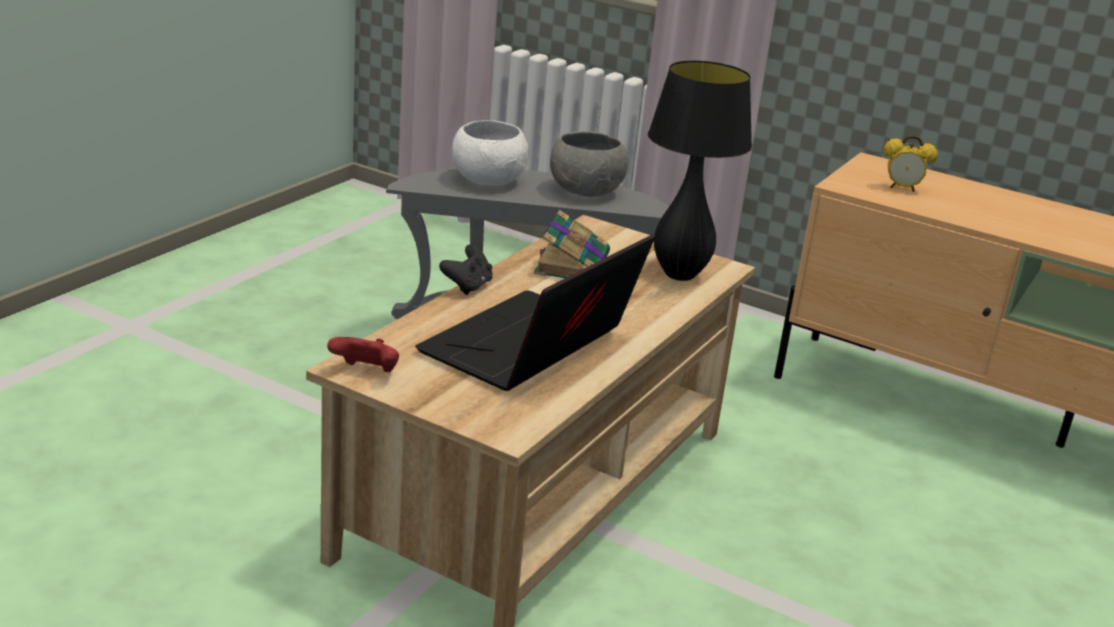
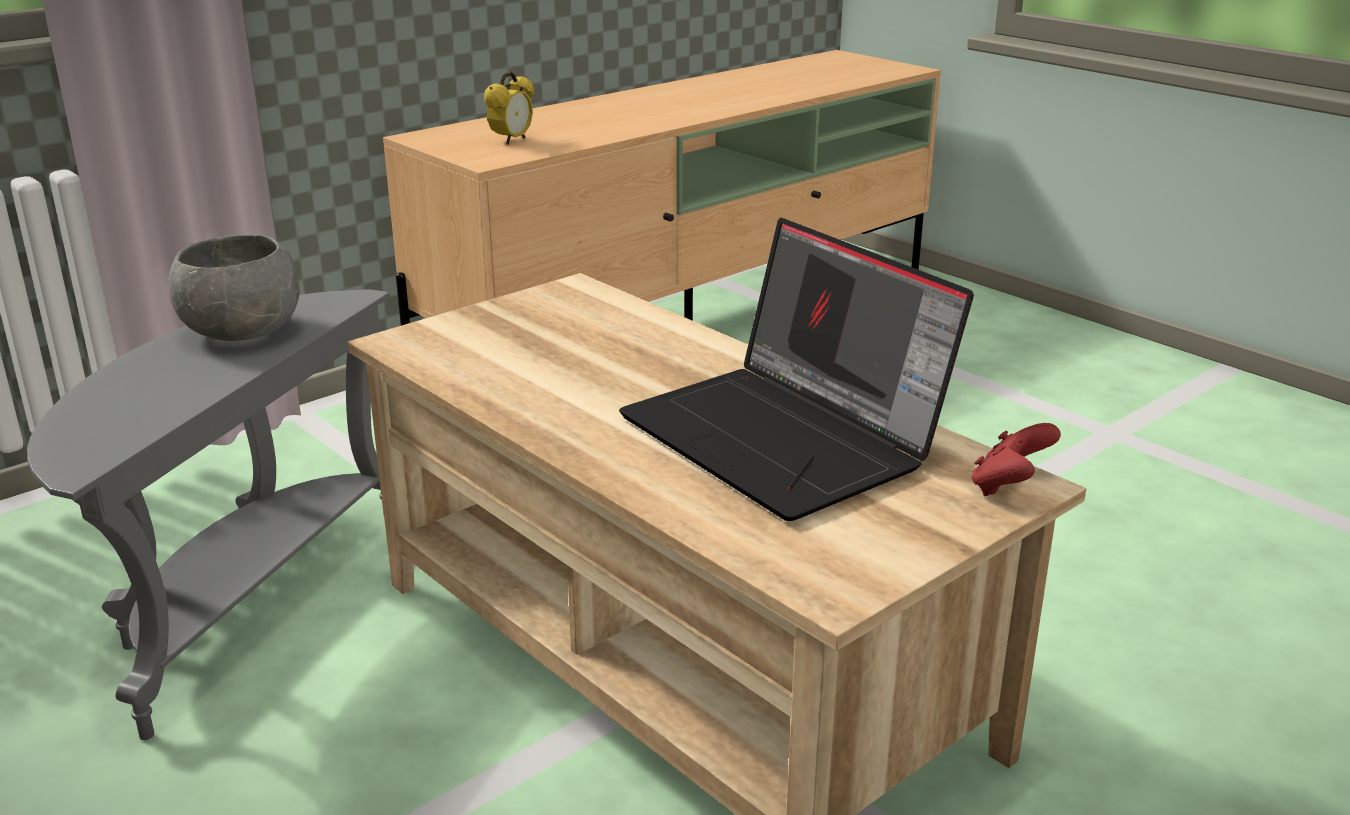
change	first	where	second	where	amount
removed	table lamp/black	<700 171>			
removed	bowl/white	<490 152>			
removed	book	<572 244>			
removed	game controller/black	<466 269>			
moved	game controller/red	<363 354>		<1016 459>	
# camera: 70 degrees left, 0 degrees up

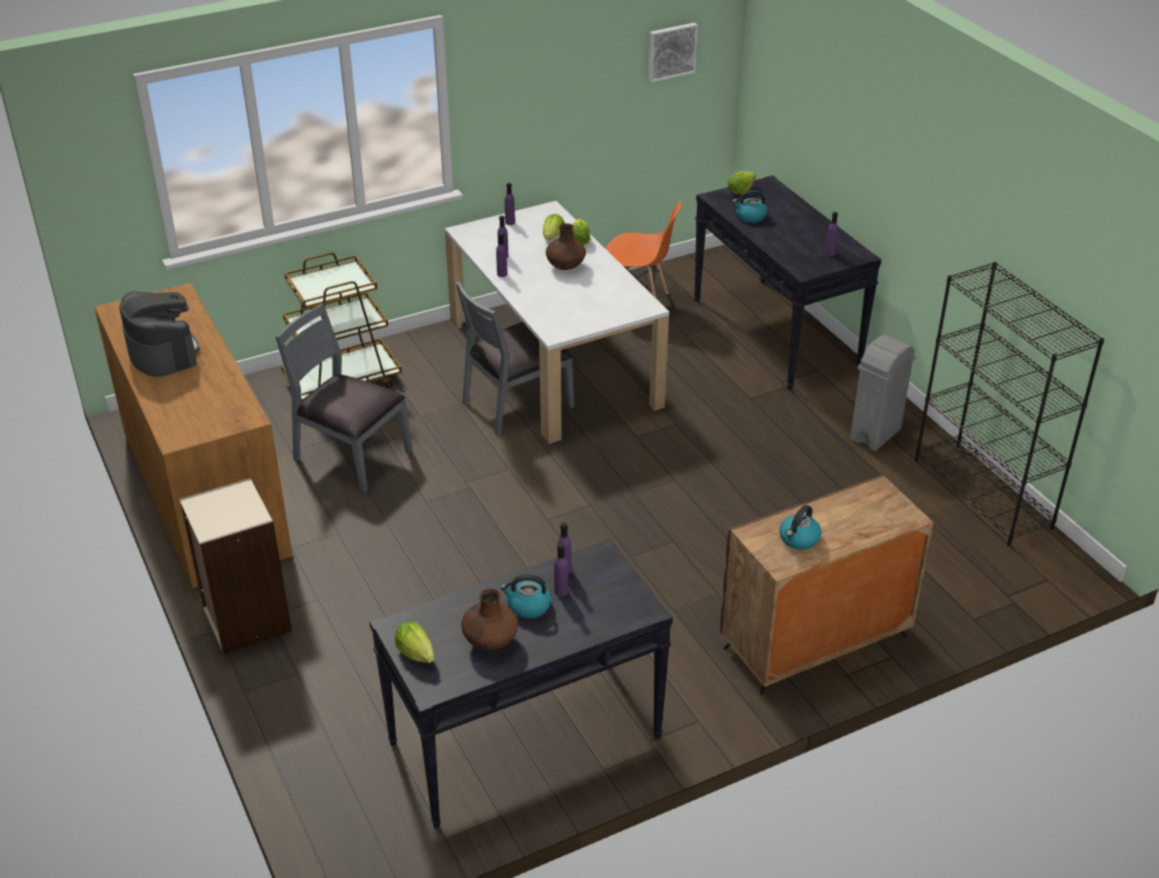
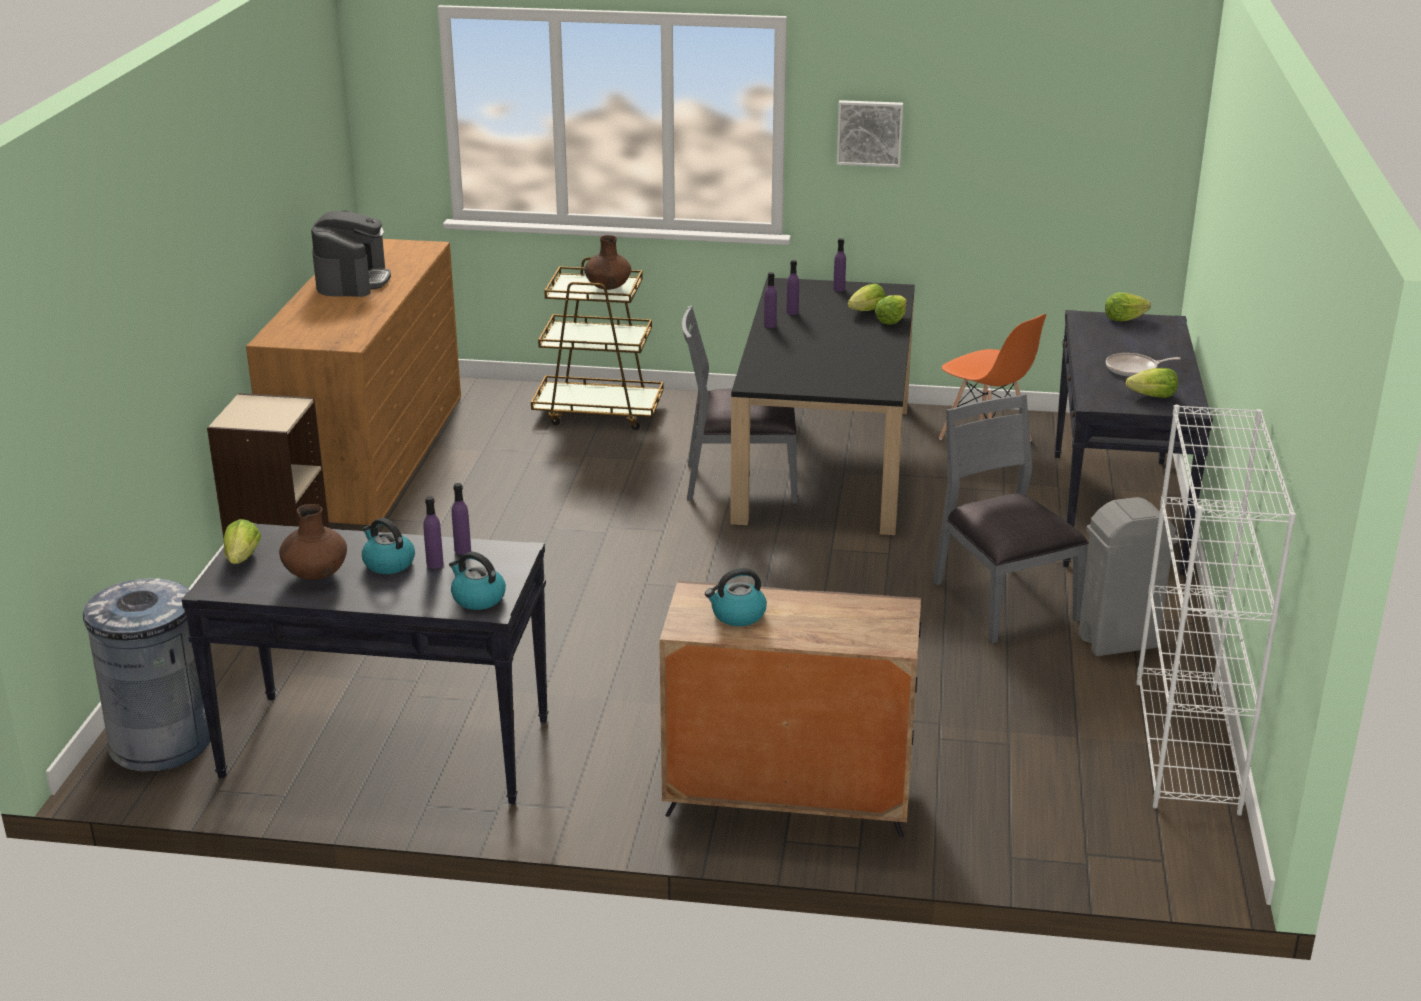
change	first	where	second	where	amount
moved	picture	<673 52>		<870 133>	
moved	kettle	<749 206>		<477 581>	
recoloured	dining table/white	<557 322>	dining table/black	<822 406>	
replaced	bottle/purple	<831 234>	lettuce	<1152 383>	
moved	vase/brown	<566 246>		<607 262>	
recoloured	bookcase/black	<1009 404>	bookcase/white	<1216 610>	
moved	chair/grey	<343 398>		<1011 519>	
added			frying pan	<1143 365>	
added			trash can/grey	<147 675>	
# camera: 35 degrees right, 10 degrees down

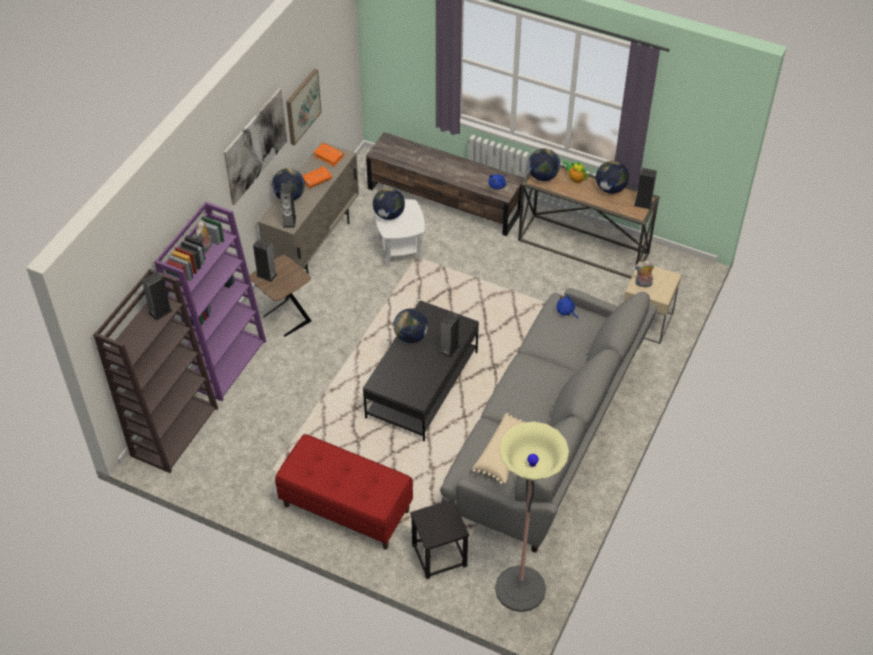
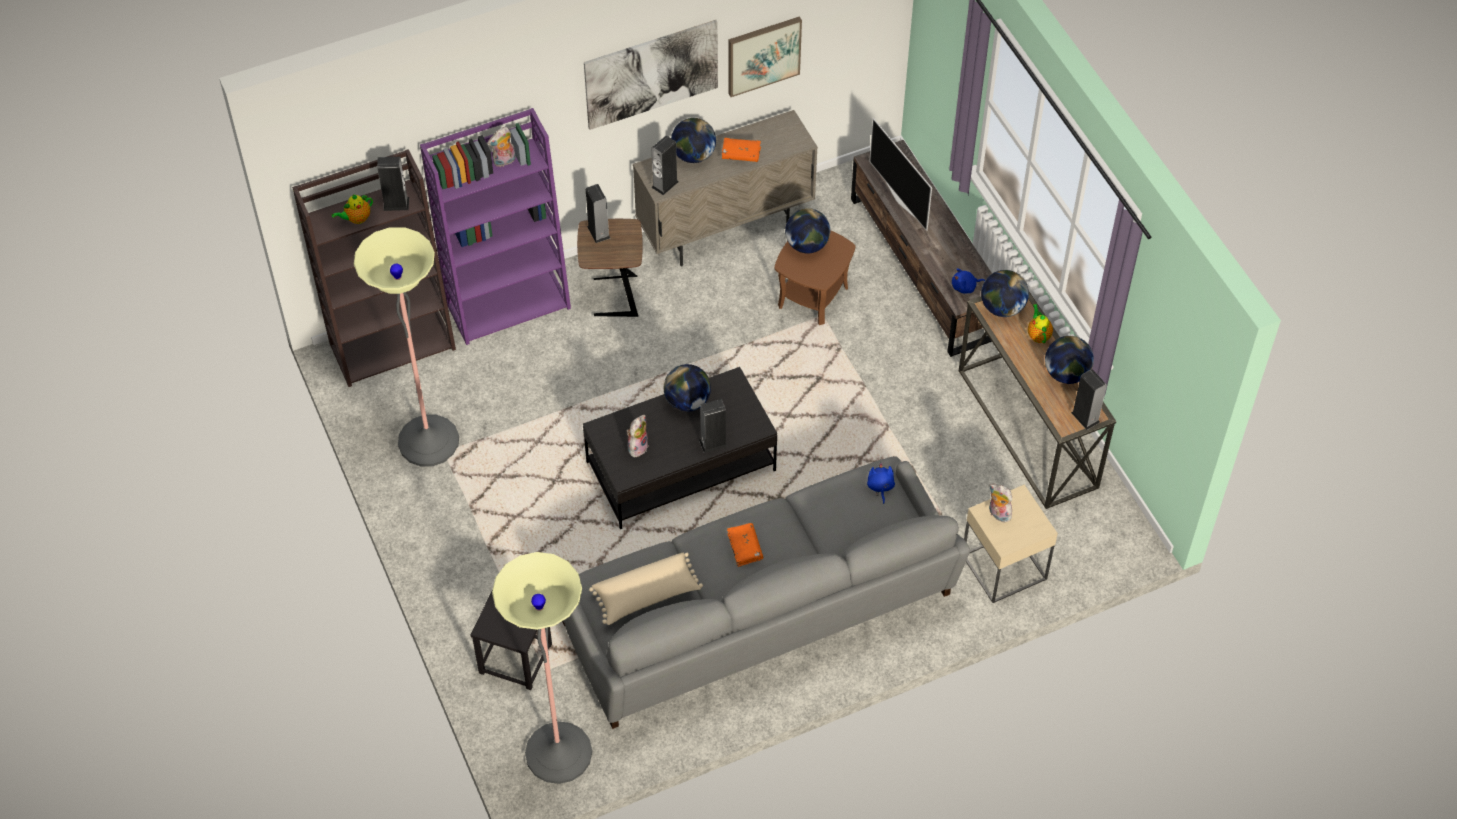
change	first	where	second	where	amount
moved	book/orange	<328 155>		<745 545>	
recoloured	side table/white	<400 233>	side table/brown	<814 277>	
removed	bench/red	<344 492>			
added			television	<900 174>	
added			teapot	<352 209>	
added			floor lamp	<406 346>	
added			plush toy	<637 436>	
# camera: 40 degrees right, 5 degrees up

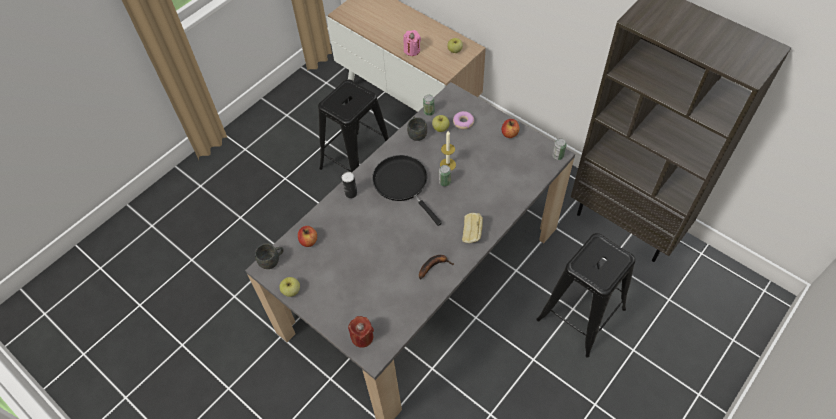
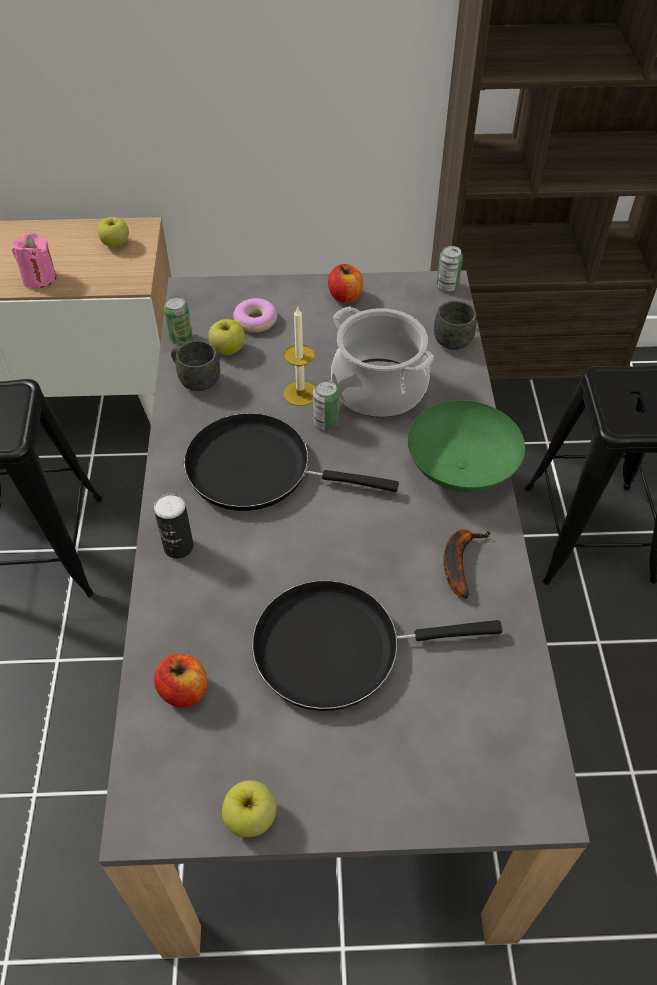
change	first	where	second	where	amount
replaced	bread	<472 228>	bowl/green	<466 446>	
moved	mug/grey	<269 256>		<455 325>	
removed	candle/red	<361 332>			
added			cooking pot	<382 361>	
added			frying pan/black	<377 645>	
# camera: 45 degrees left, 5 degrees down

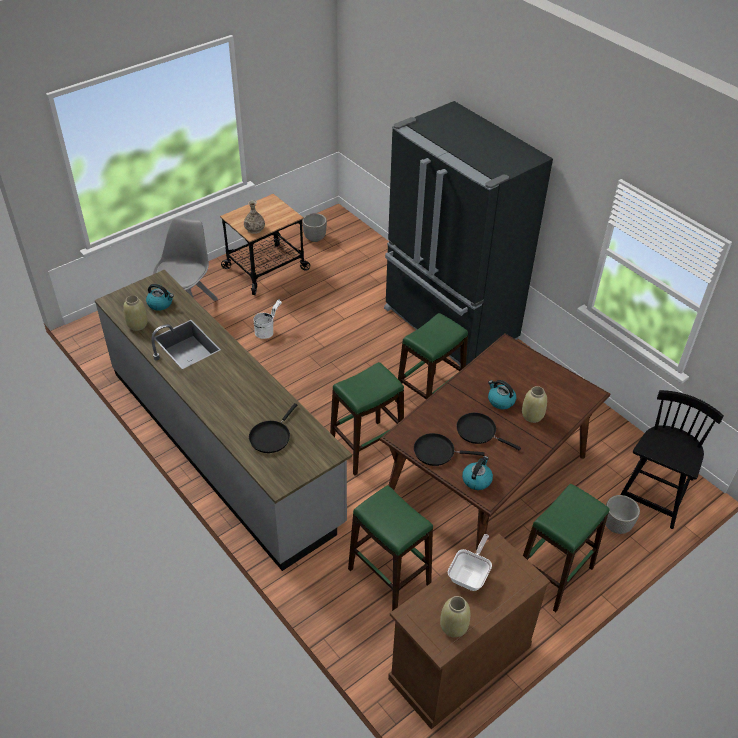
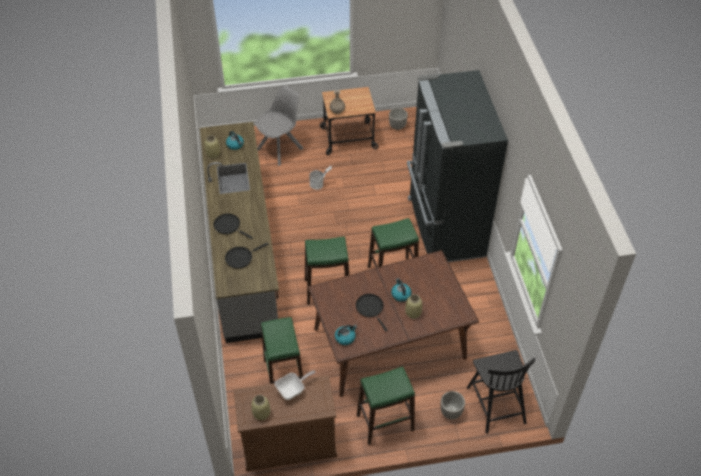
change	first	where	second	where	amount
turned	chair/black	<672 459>		<501 392>	105 degrees clockwise
moved	frying pan/black	<449 449>		<233 226>	
# camera: 30 degrees right, 5 degrees up

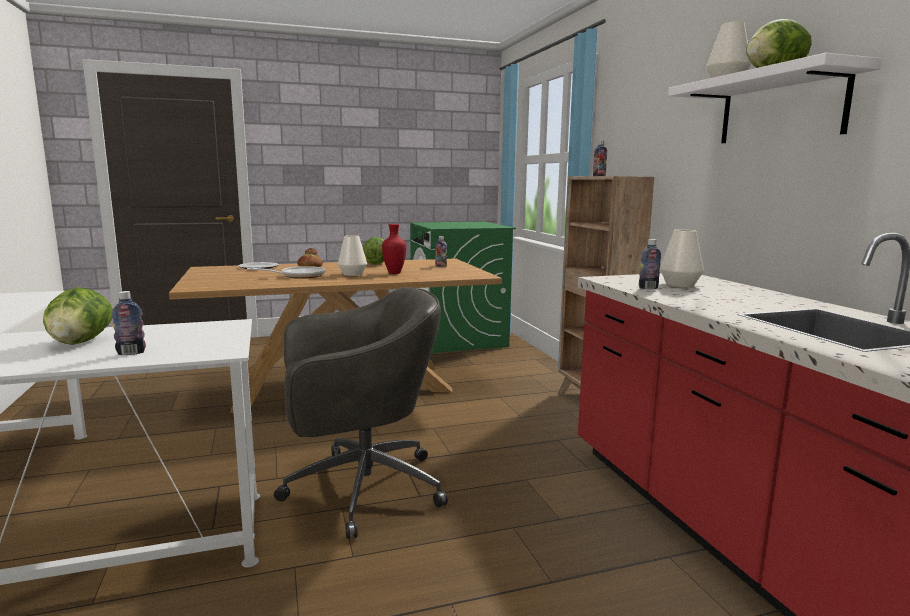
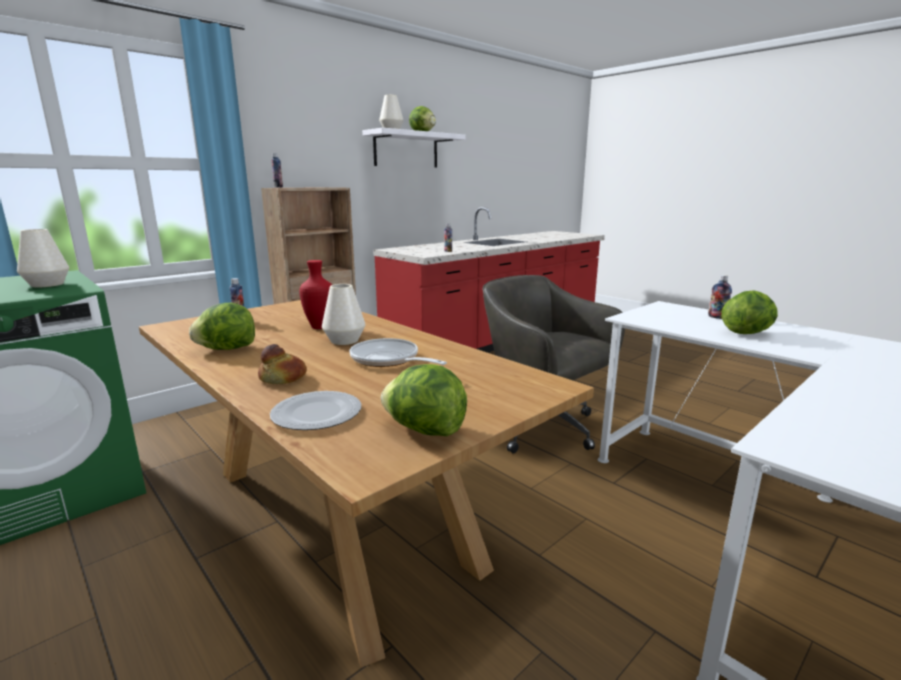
change	first	where	second	where	amount
moved	vase/white	<682 258>		<43 258>	
added			lettuce	<424 400>	
# camera: 115 degrees left, 5 degrees up

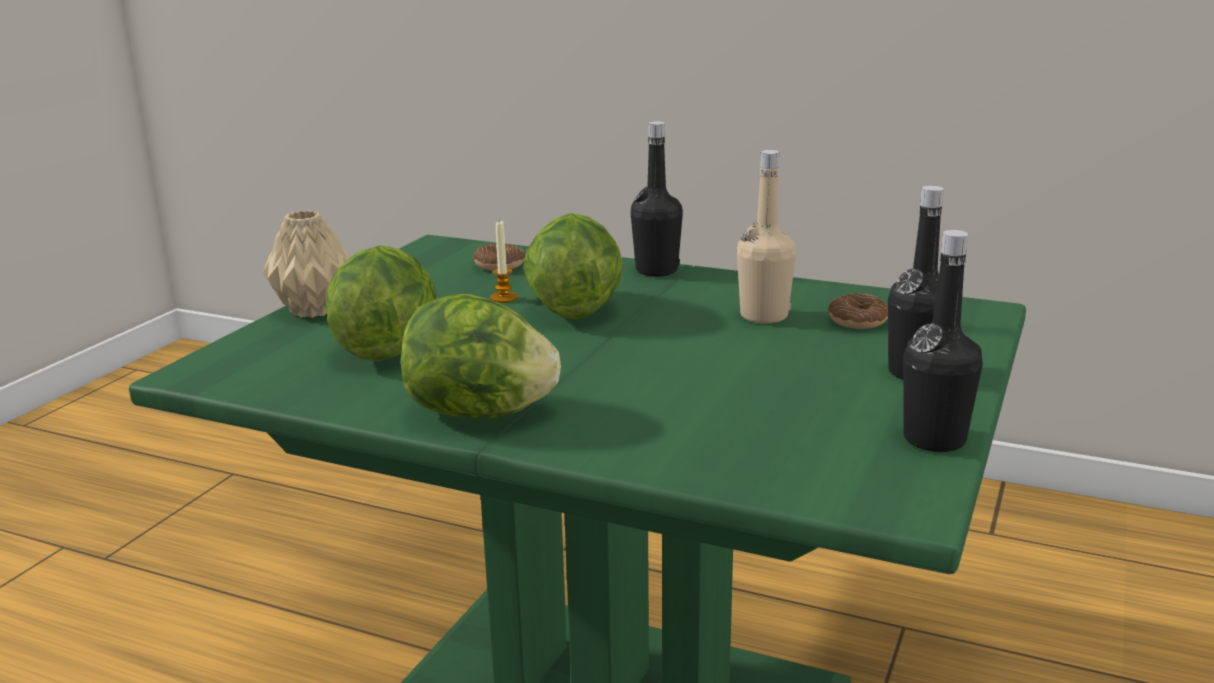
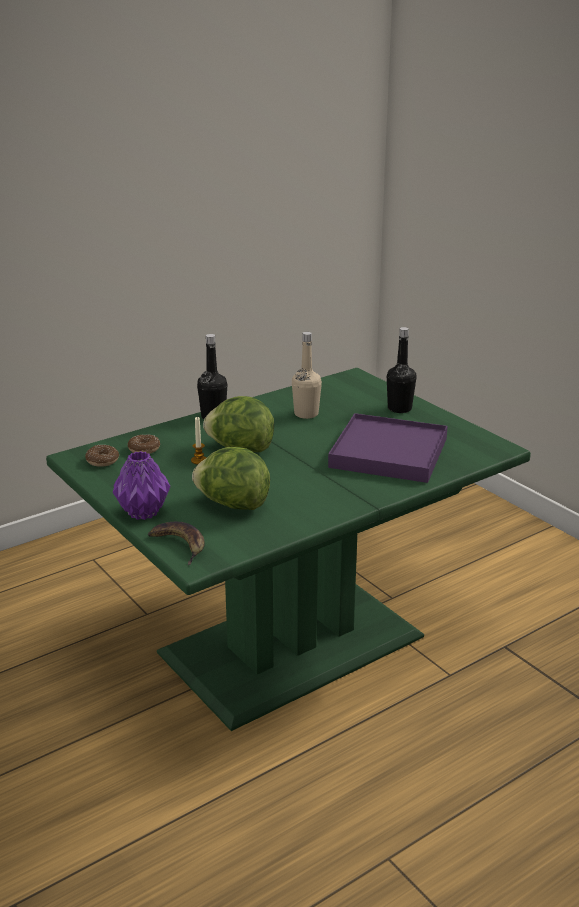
change	first	where	second	where	amount
recoloured	vase/beige	<307 264>	vase/purple	<141 485>	
removed	bottle/black	<943 341>			
moved	donut	<858 311>		<102 456>	
removed	lettuce	<481 356>			
added			tray/purple	<388 448>	
added			banana	<176 543>	
# camera: 60 degrees left, 5 degrees up

